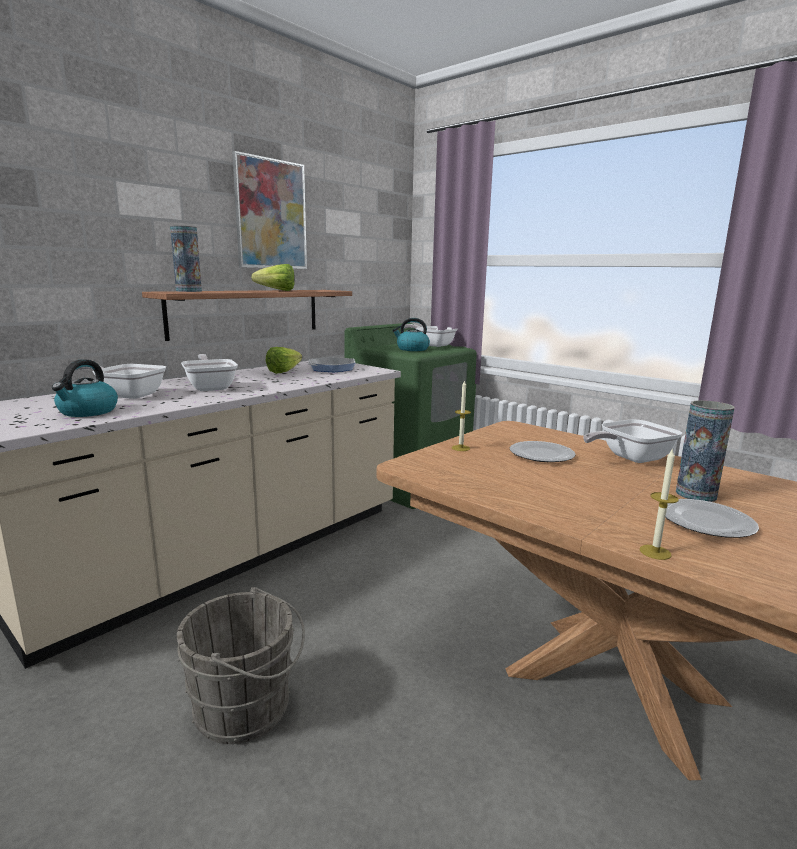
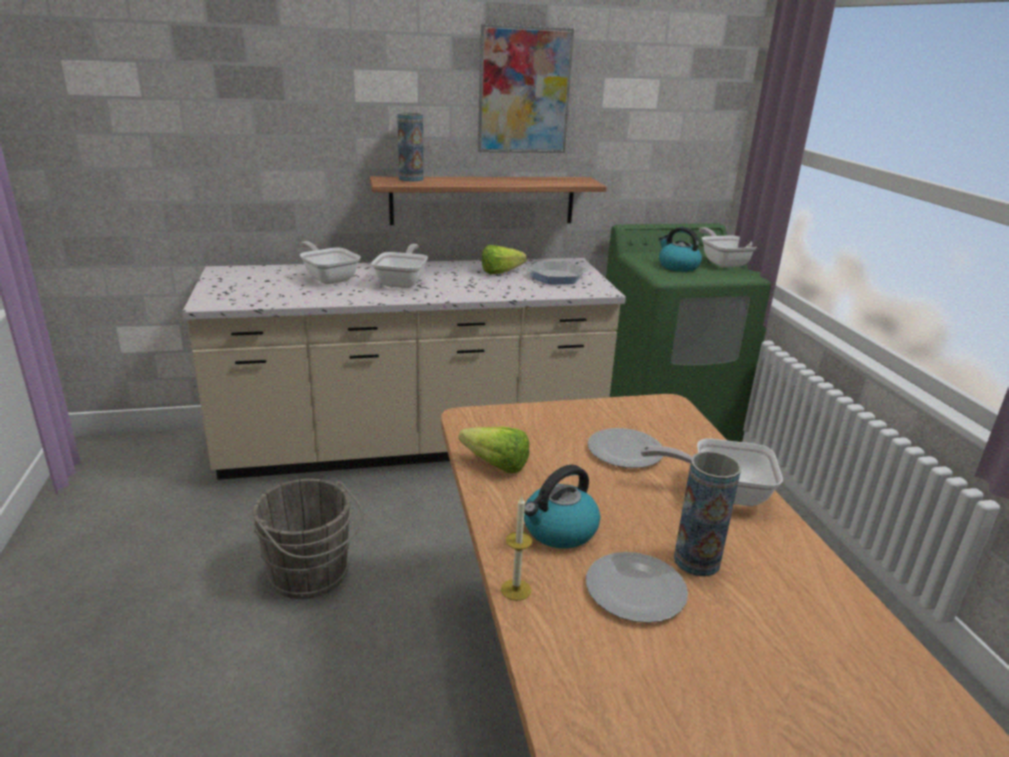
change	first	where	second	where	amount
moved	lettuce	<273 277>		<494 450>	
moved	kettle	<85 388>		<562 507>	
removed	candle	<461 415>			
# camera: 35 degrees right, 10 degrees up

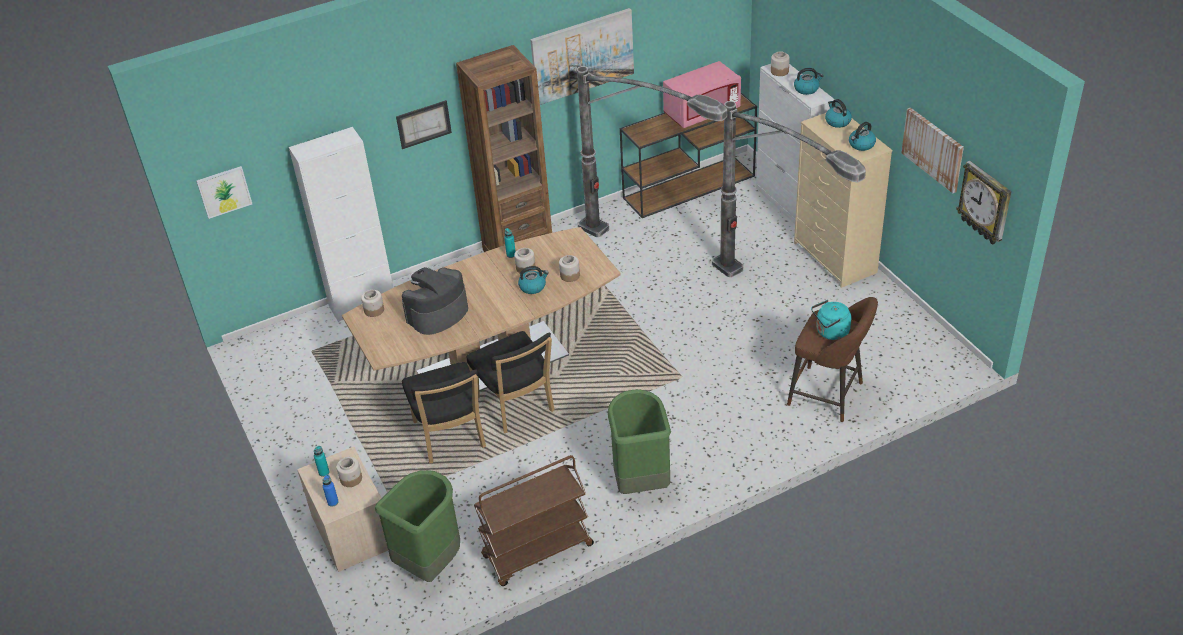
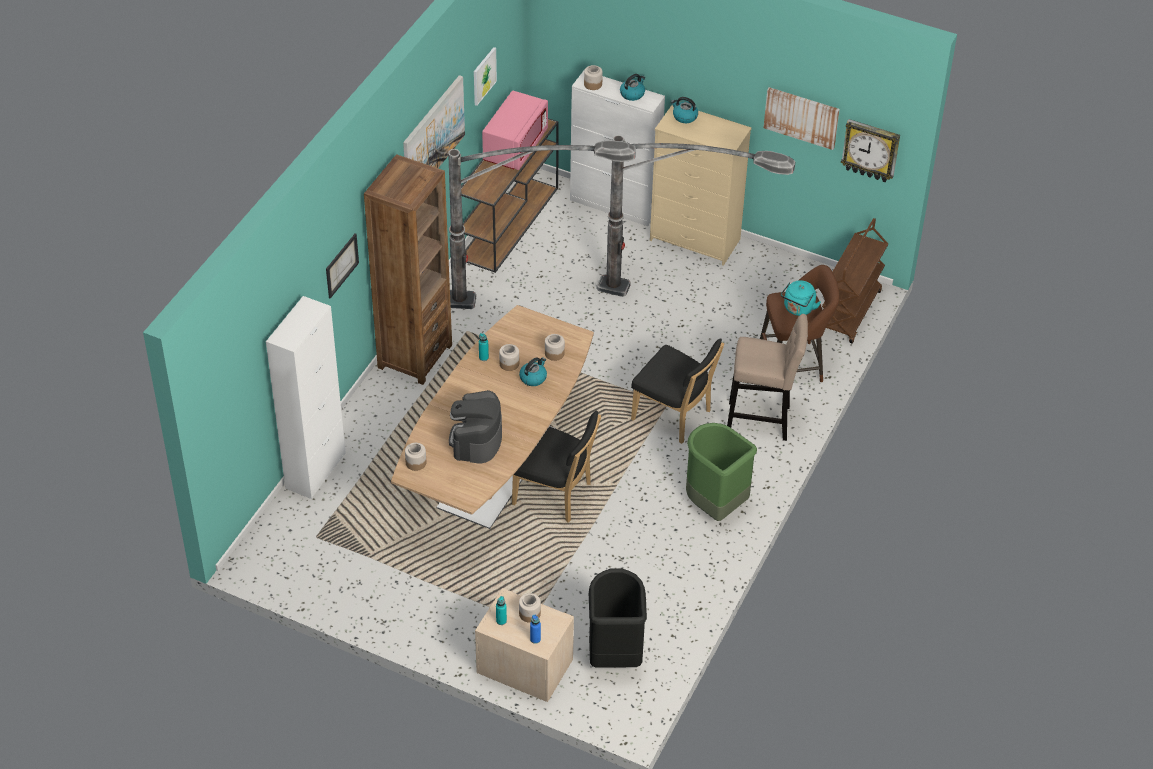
change	first	where	second	where	amount
removed	kettle	<862 136>			
moved	picture	<224 192>		<485 76>	
moved	chair/black	<444 412>		<677 391>	
moved	cart/brown	<534 520>		<855 281>	
recoloured	trash can/green	<417 526>	trash can/black	<618 618>	
added			stool/beige	<767 377>	
# camera: 40 degrees left, 5 degrees up

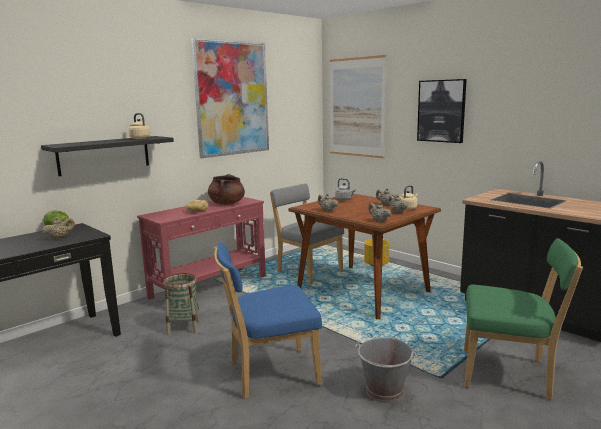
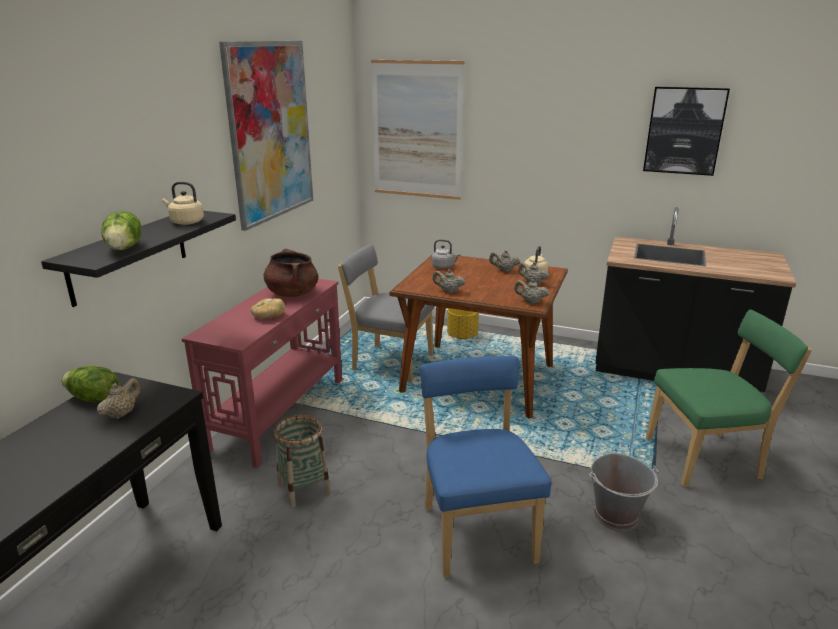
change	first	where	second	where	amount
moved	picture	<442 111>		<686 131>	
turned	chair/blue	<268 320>		<485 467>	120 degrees clockwise
added			lettuce	<121 230>	
# camera: 25 degrees left, 10 degrees up

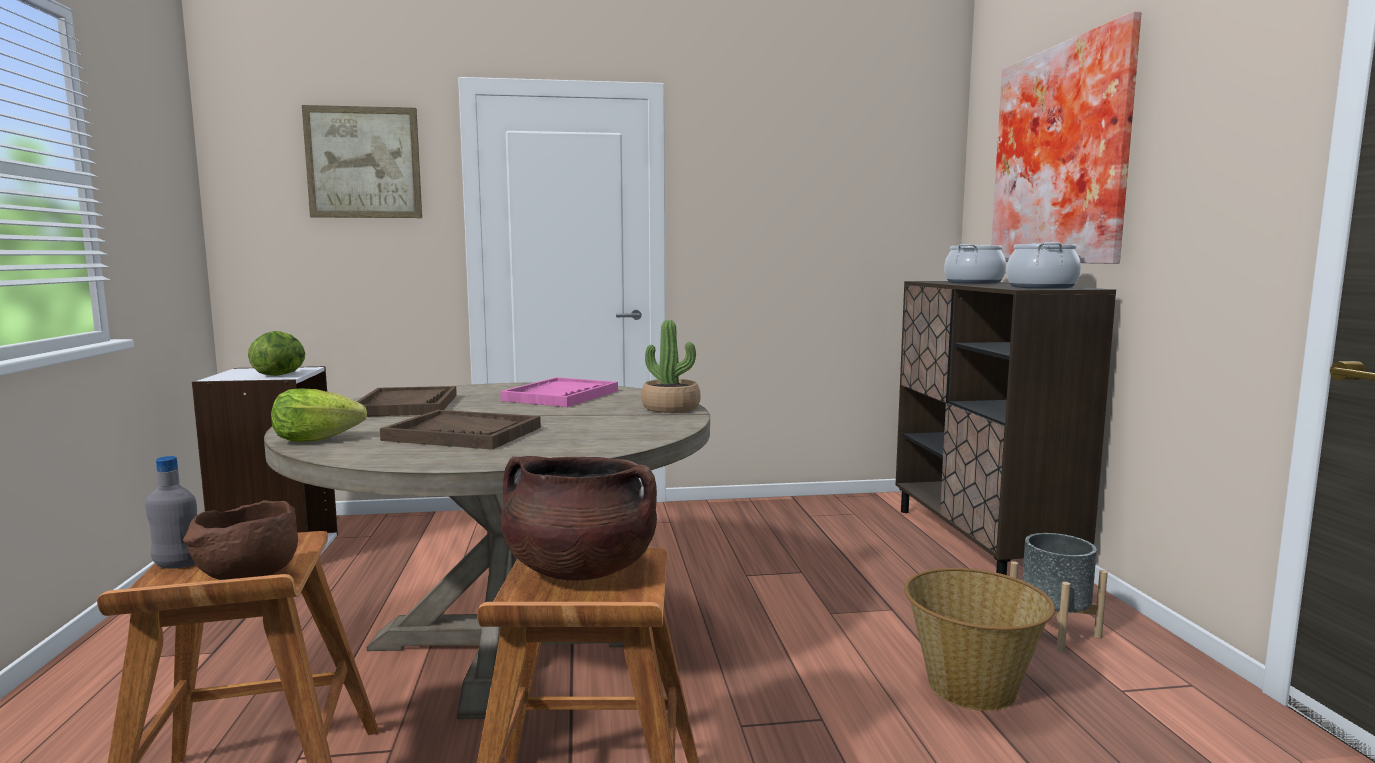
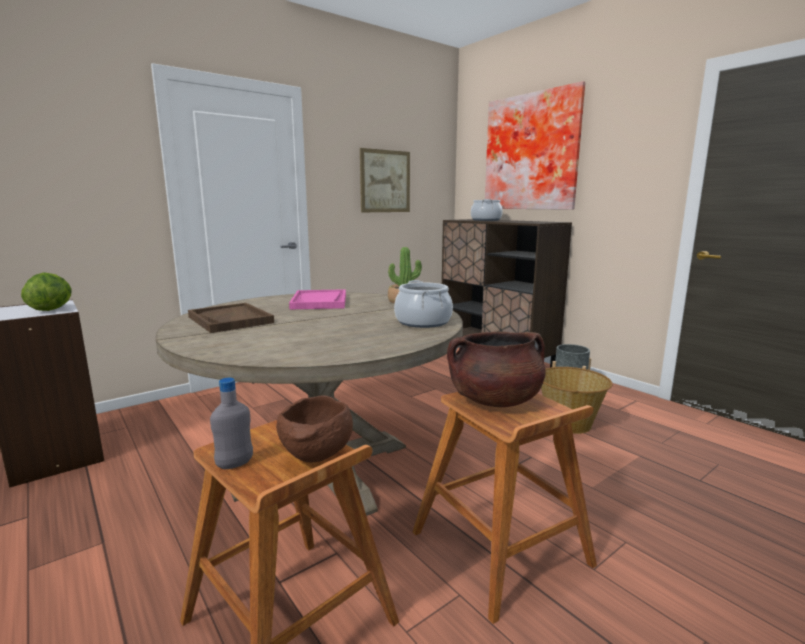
change	first	where	second	where	amount
moved	picture	<362 161>		<385 180>	
moved	cooking pot	<1043 265>		<423 304>	
removed	lettuce	<319 415>			
removed	tray/brown	<460 430>			
# camera: 30 degrees left, 5 degrees up

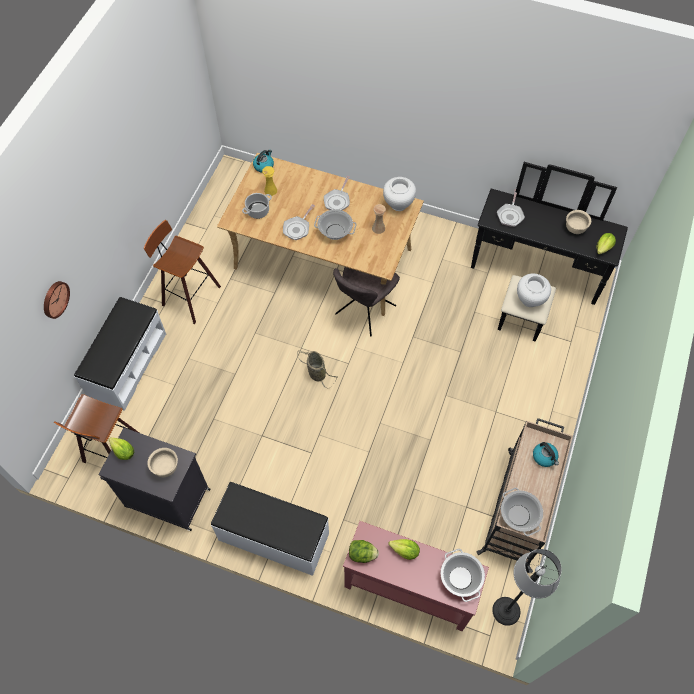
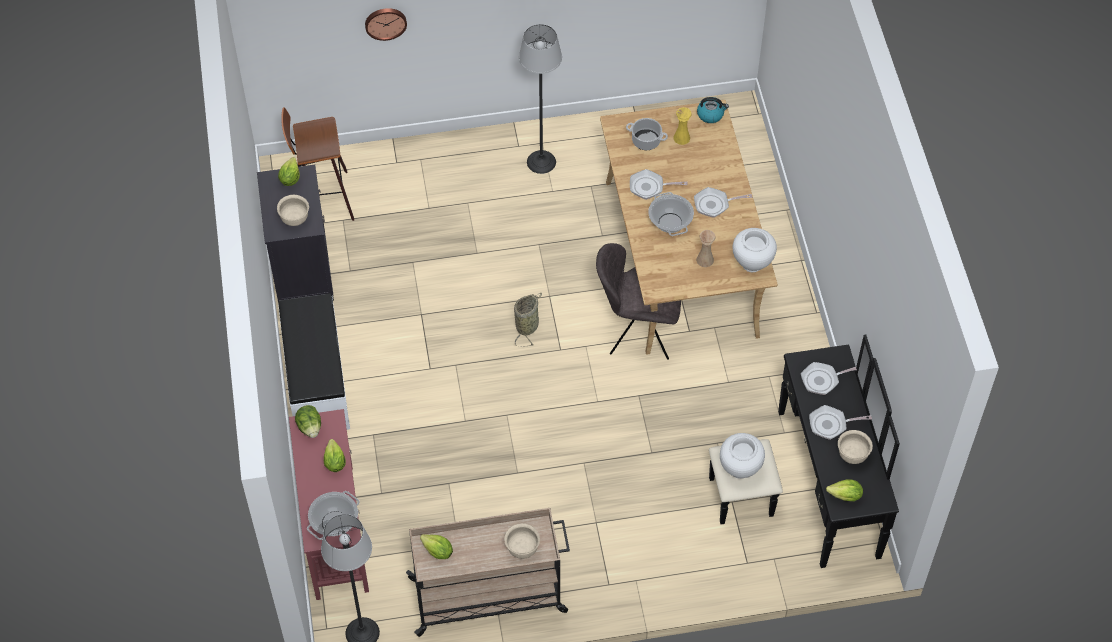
change	first	where	second	where	amount
replaced	stool	<182 272>	floor lamp	<540 99>	
removed	bench/white	<120 354>			
replaced	kettle	<546 454>	bowl/beige	<522 541>	
replaced	cooking pot	<522 512>	lettuce	<436 546>	
added			frying pan	<840 422>	
# camera: 60 degrees right, 5 degrees down

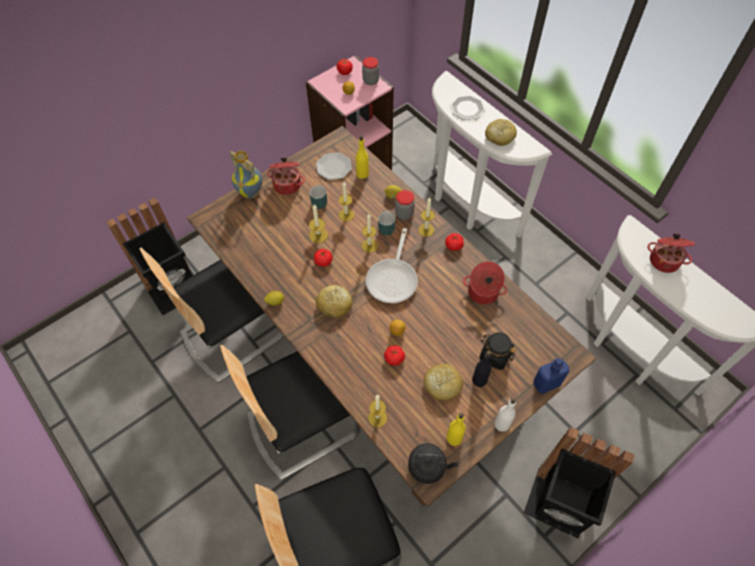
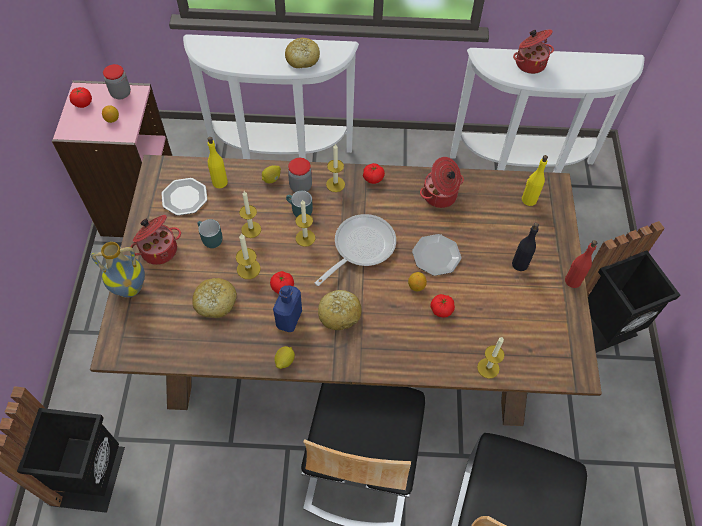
change	first	where	second	where	amount
moved	plate	<467 107>		<437 255>	
turned	frying pan	<392 265>		<355 250>	105 degrees counterclockwise
removed	chair	<211 315>			
removed	jar/black	<497 351>			
moved	bottle/blue	<551 376>		<287 309>	
moved	bread	<443 382>		<214 298>	
recoloured	bottle/white	<505 415>	bottle/red	<581 264>	
moved	bottle/yellow	<456 429>		<535 180>	
removed	kettle/black	<433 463>			
# camera: 50 degrees left, 0 degrees up

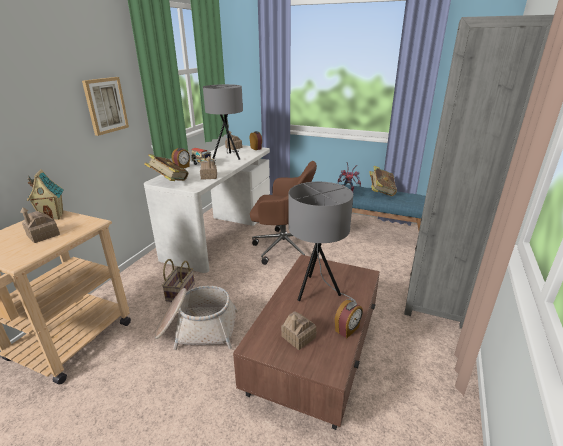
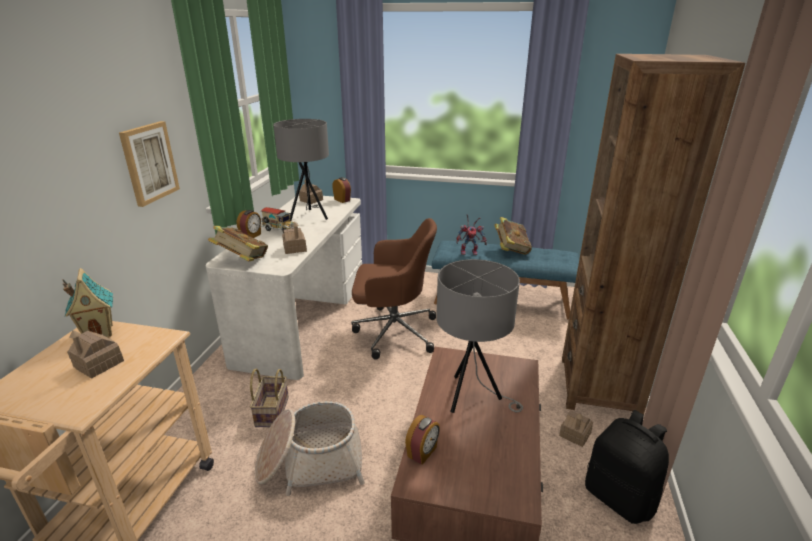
change	first	where	second	where	amount
recoloured	bookcase/grey	<479 172>	bookcase/brown	<653 234>	
moved	alarm clock	<349 319>		<422 440>	
moved	toy house	<298 330>		<576 428>	
added			backpack/black	<627 467>	
# camera: 10 degrees left, 0 degrees up

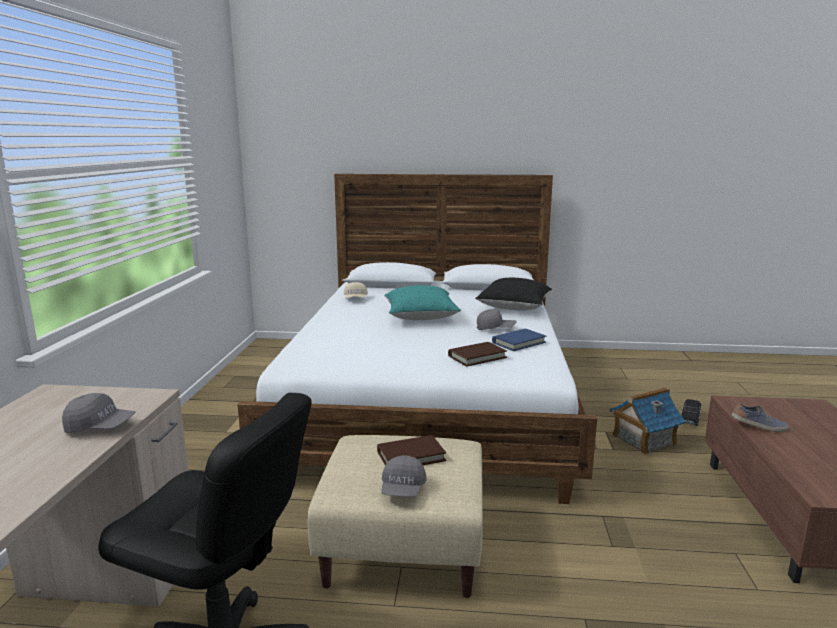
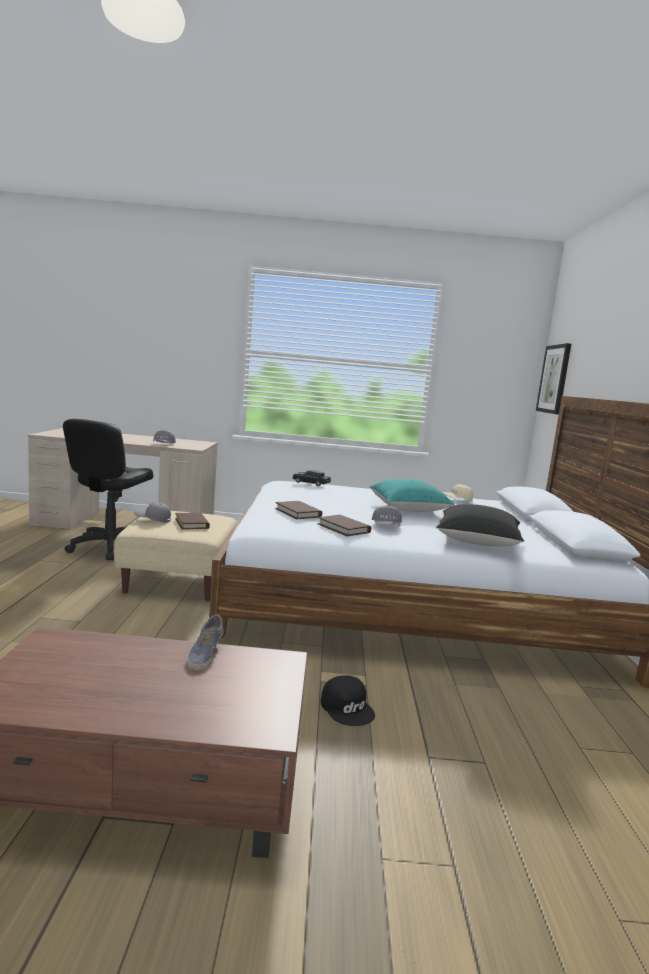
change	first	where	second	where	amount
recoloured	book/blue	<519 340>	book/brown	<344 525>	
replaced	toy house	<647 421>	cap/black	<347 700>	
moved	toy car/black	<691 412>		<311 478>	
added			picture	<553 379>	
# camera: 85 degrees right, 5 degrees down

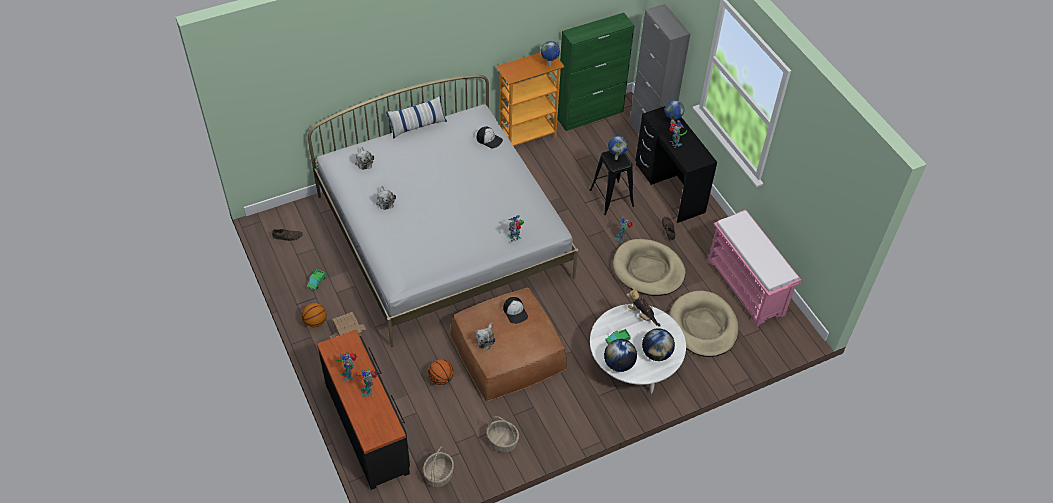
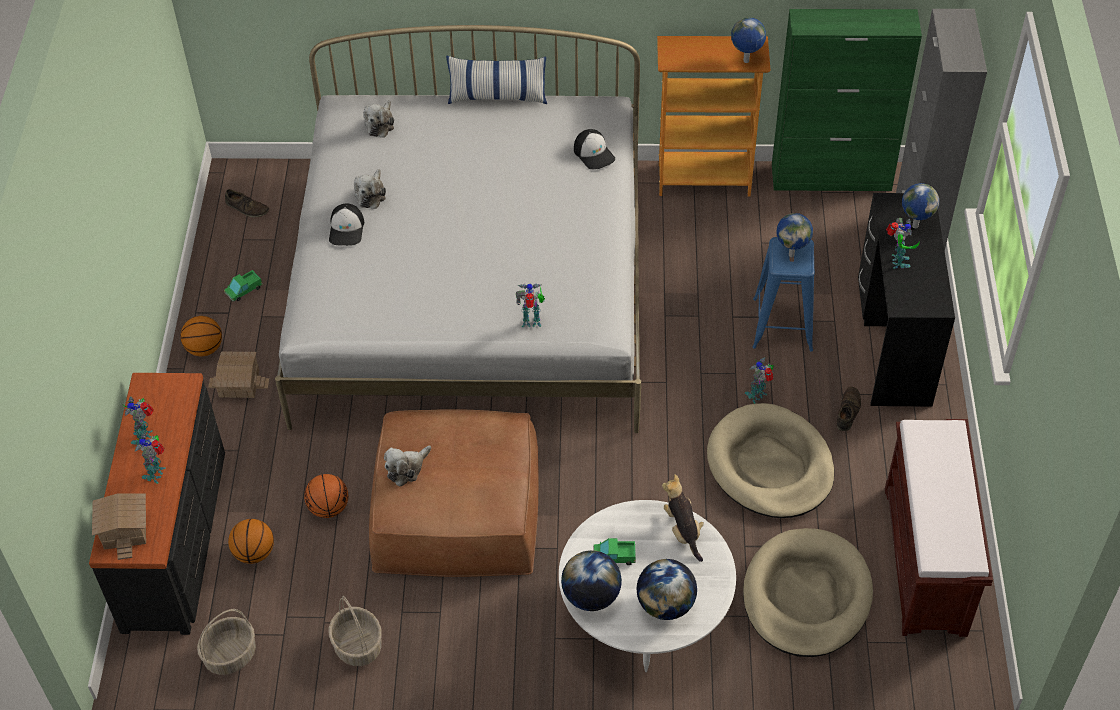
change	first	where	second	where	amount
recoloured	stool/black	<612 183>	stool/blue	<783 294>	
recoloured	bench/pink	<754 268>	bench/brown	<939 528>	
moved	cap	<515 310>		<346 224>	
added			toy house	<119 526>	
added			basketball	<251 541>	
# camera: 30 degrees right, 0 degrees up

